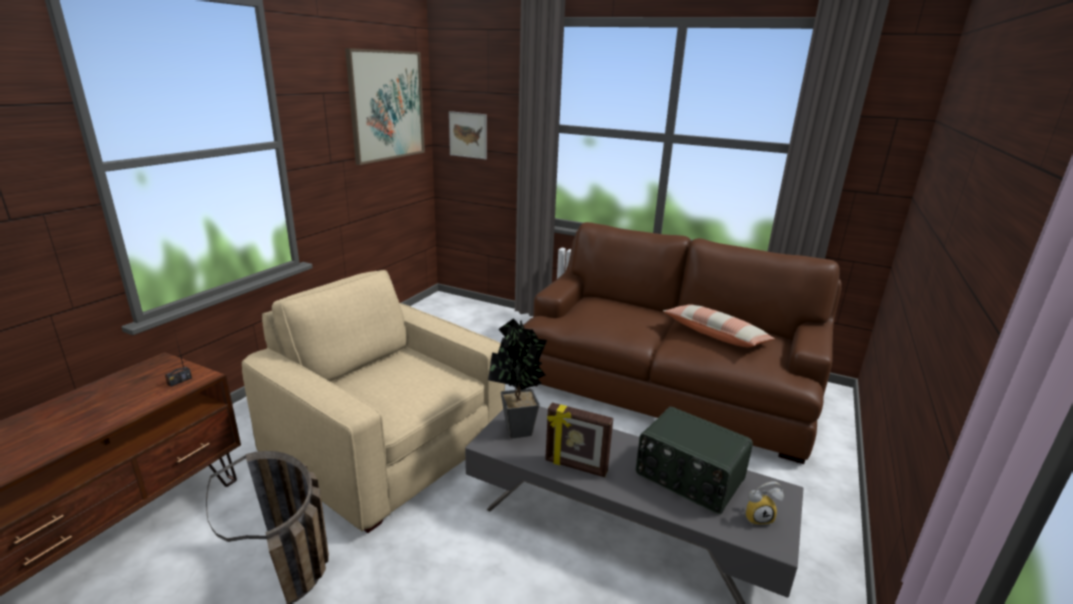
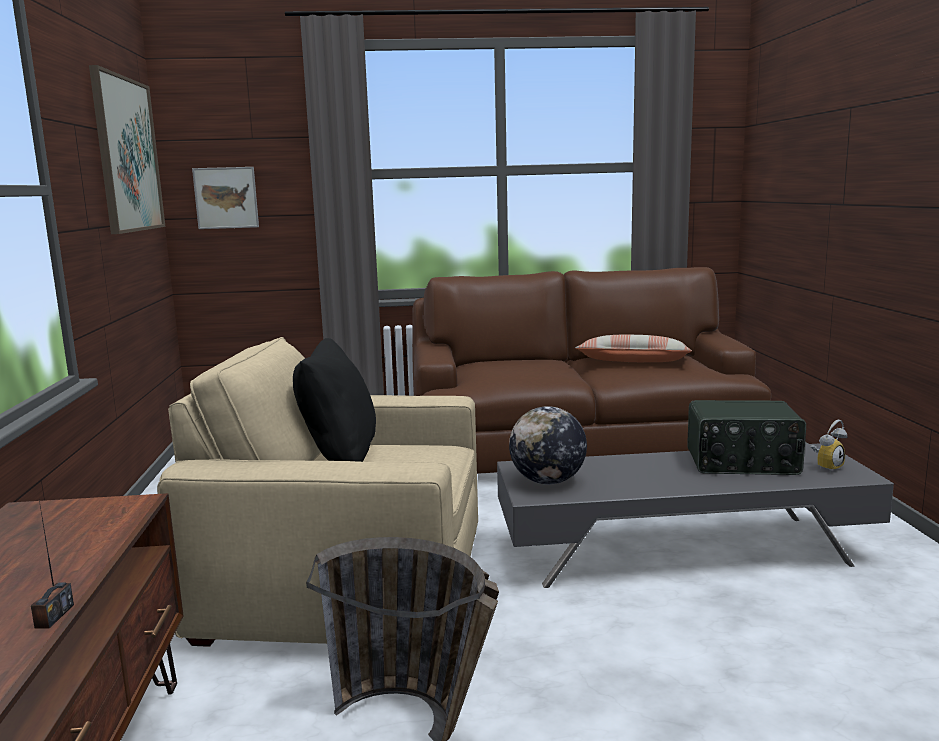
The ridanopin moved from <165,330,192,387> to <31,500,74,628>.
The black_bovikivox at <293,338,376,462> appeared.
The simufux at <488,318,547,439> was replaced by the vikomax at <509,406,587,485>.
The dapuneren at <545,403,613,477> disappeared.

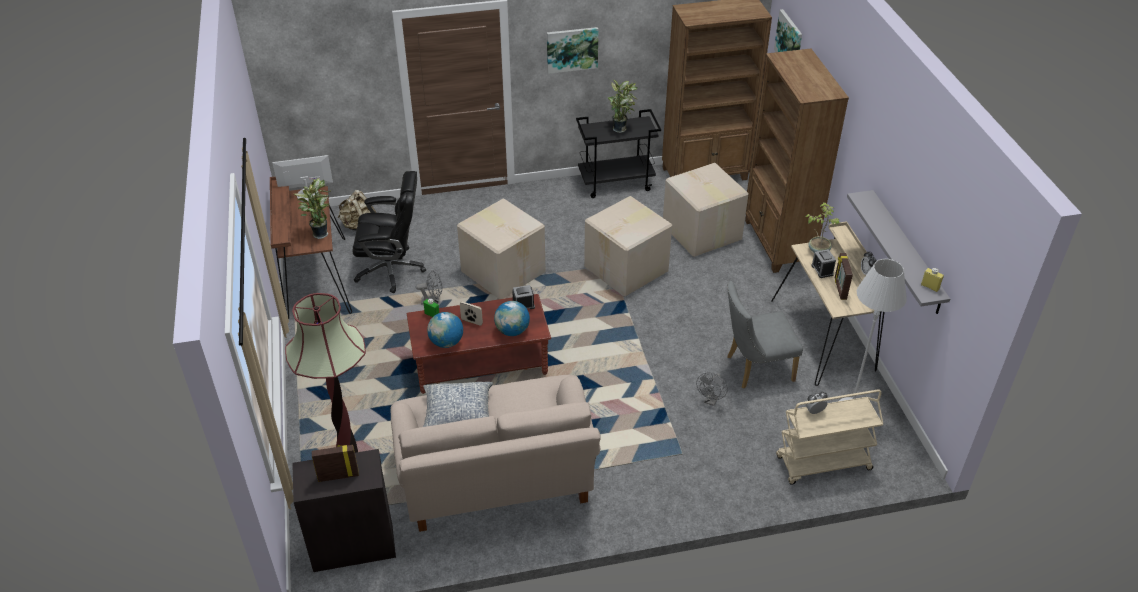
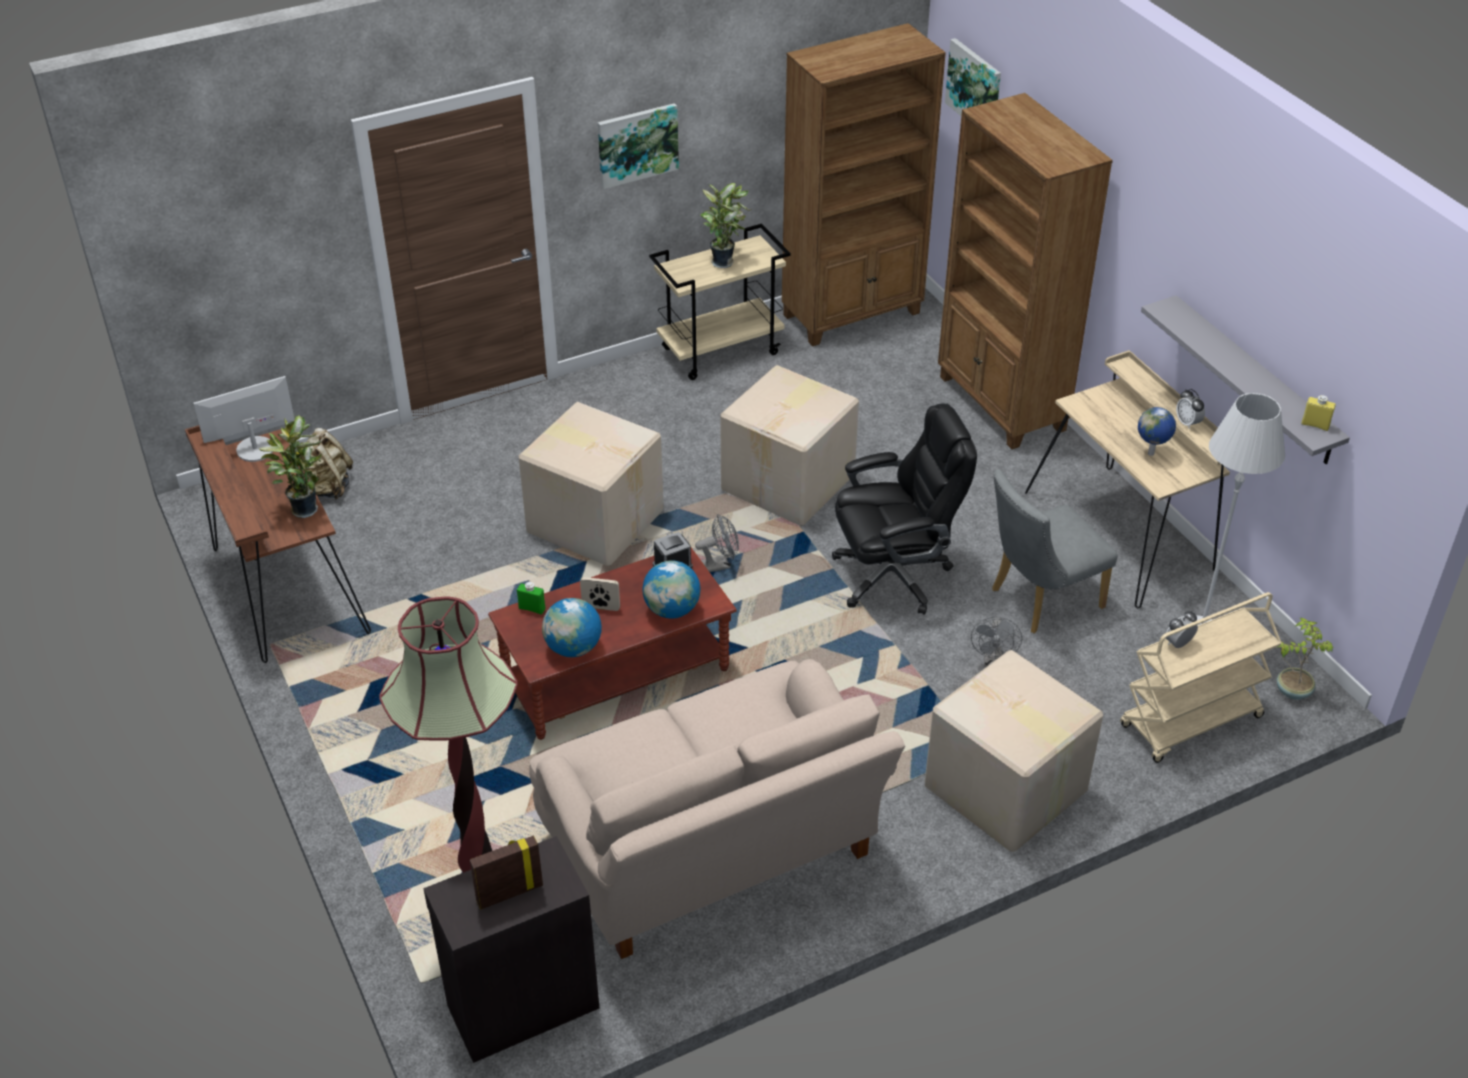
The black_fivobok at <576,109,661,198> became the beige_fivobok at <649,224,791,380>.
The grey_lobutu moved from <416,270,442,305> to <695,514,739,572>.
The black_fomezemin moved from <352,171,426,293> to <832,403,977,615>.
The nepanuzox moved from <663,163,749,257> to <925,650,1103,852>.
The dapuneren at <835,253,853,300> was replaced by the vikomax at <1138,407,1176,456>.
The simufux moved from <806,202,840,253> to <1276,618,1333,700>.
The bovikivox at <423,382,493,427> disappeared.
The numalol at <811,249,836,278> disappeared.

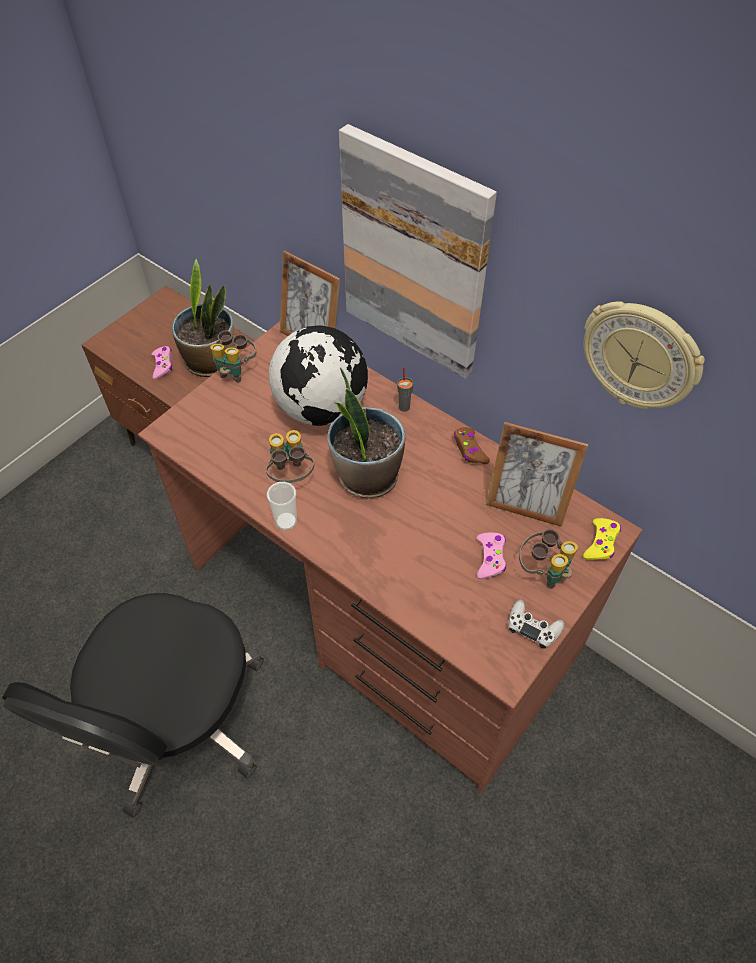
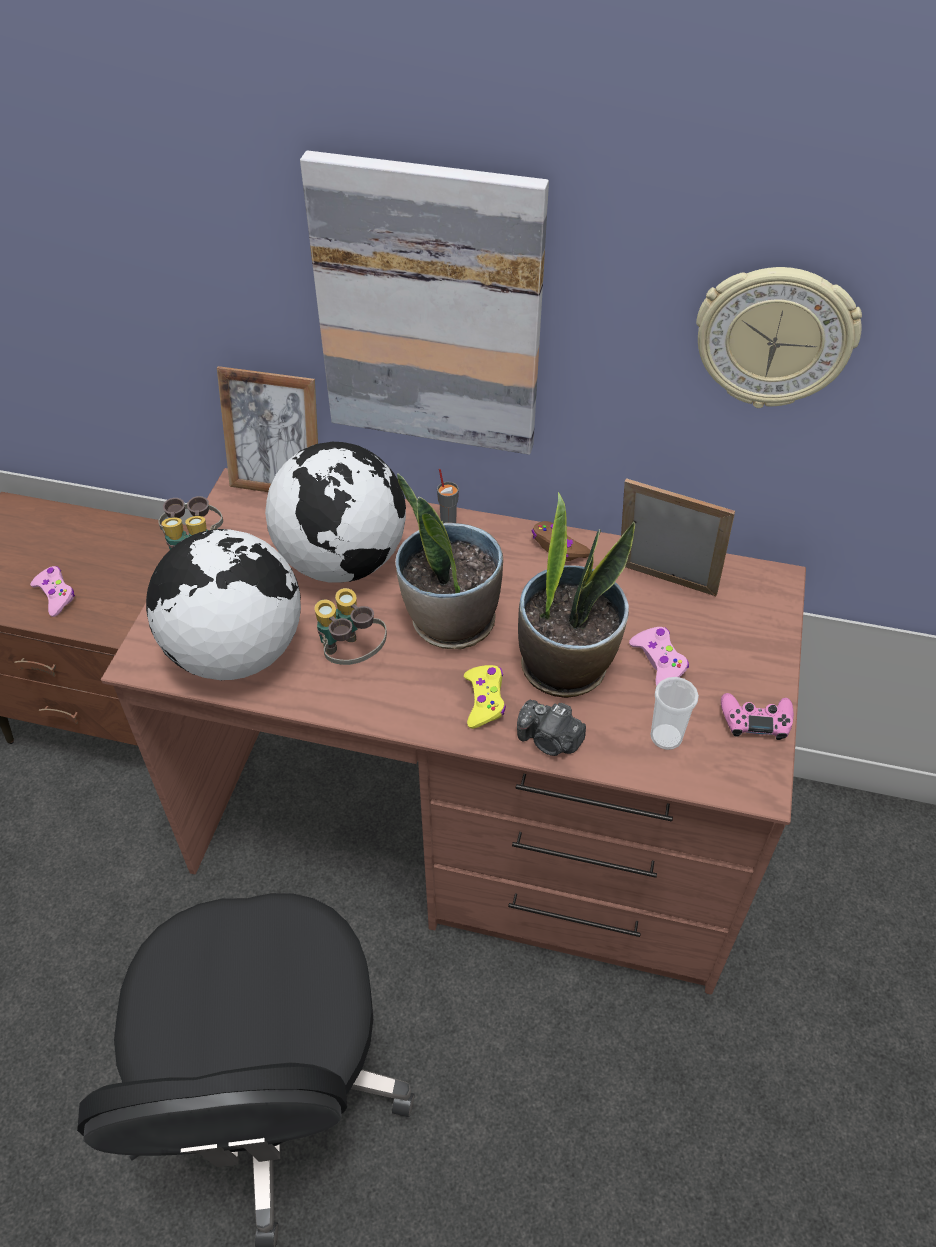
The vikomax at <146,529,301,681> appeared.
The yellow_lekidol moved from <583,518,621,560> to <464,665,506,729>.
The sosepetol at <517,700,586,756> appeared.
The simufux moved from <172,259,234,377> to <518,492,635,698>.
The dapuneren at <486,422,589,527> turned 150 degrees counterclockwise.
The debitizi moved from <267,482,297,530> to <651,677,699,750>.
The white_lekidol at <509,600,565,648> became the pink_lekidol at <721,693,794,740>.
The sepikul at <519,529,578,589> disappeared.

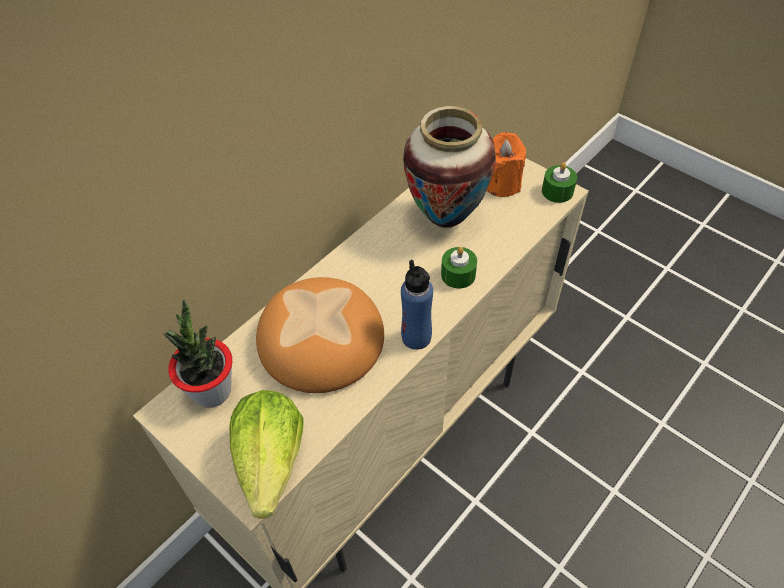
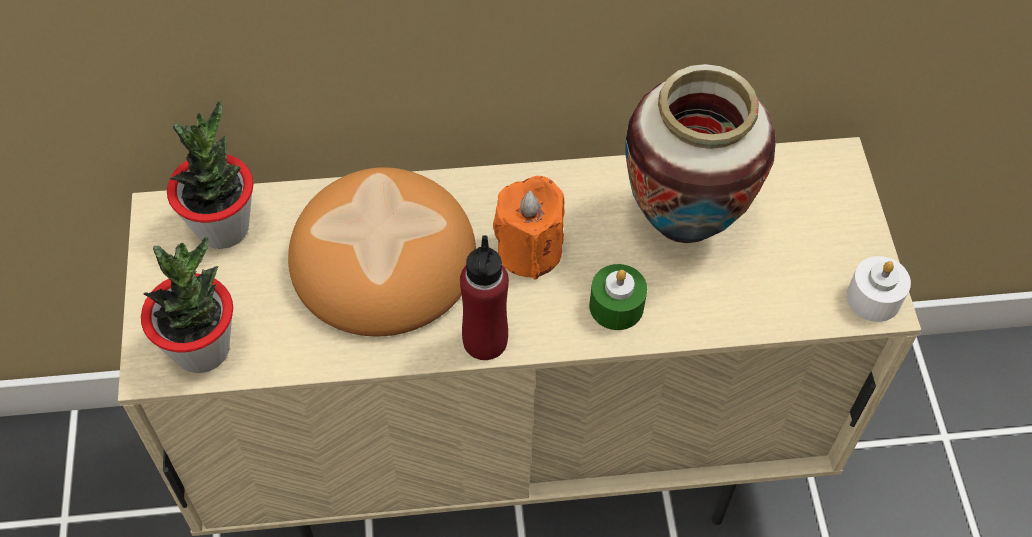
The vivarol at <229,390,304,518> was replaced by the simufux at <141,237,233,373>.
The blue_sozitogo at <401,260,433,350> became the red_sozitogo at <460,235,509,360>.
The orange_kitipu moved from <487,132,526,197> to <493,176,565,279>.
The green_kitipu at <542,162,577,203> became the white_kitipu at <847,256,911,322>.

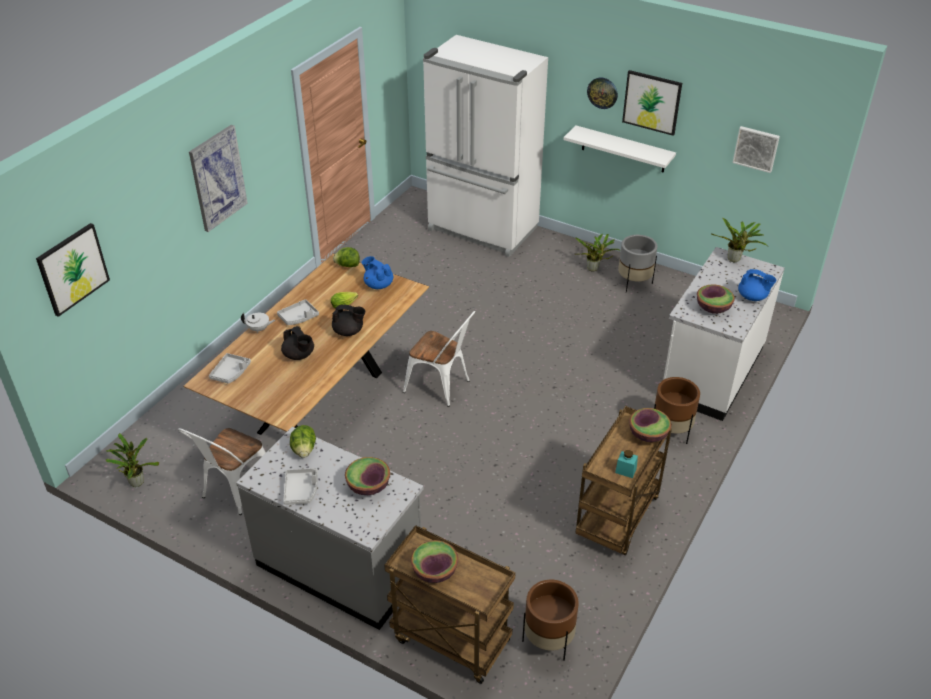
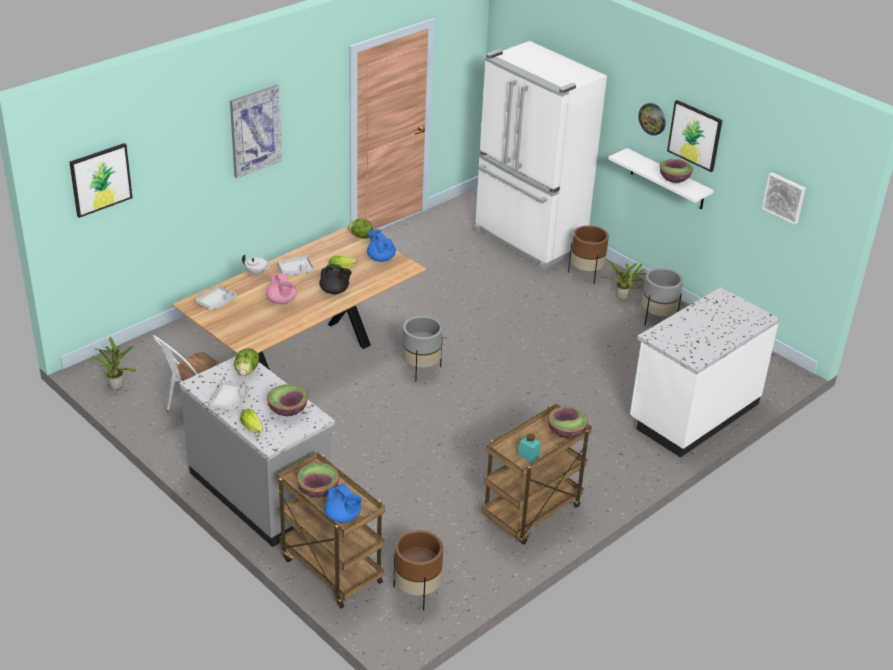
The vivarol at <240,409,263,433> appeared.
The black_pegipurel at <281,326,314,360> became the pink_pegipurel at <266,273,297,304>.
The blue_pegipurel moved from <738,269,776,301> to <324,484,362,523>.
The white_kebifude at <403,311,476,407> was replaced by the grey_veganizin at <402,316,442,382>.
The brown_veganizin moved from <654,377,700,444> to <568,225,609,284>.
The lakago moved from <697,285,735,314> to <660,159,693,183>.
The simufux at <711,218,768,262> disappeared.

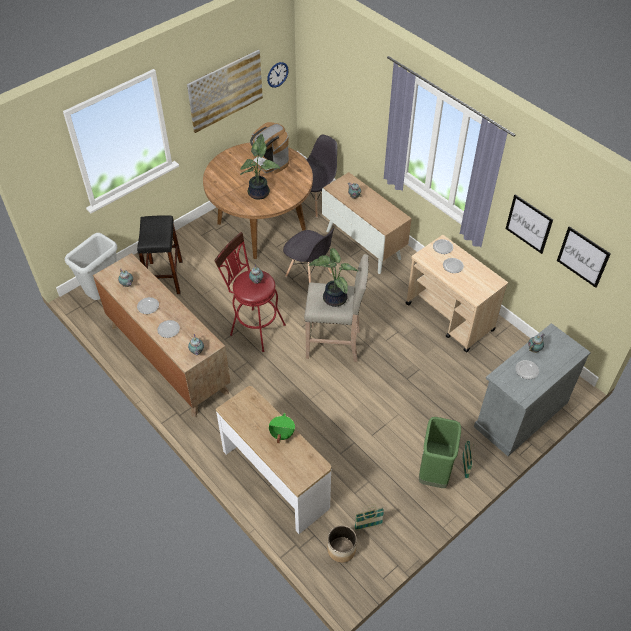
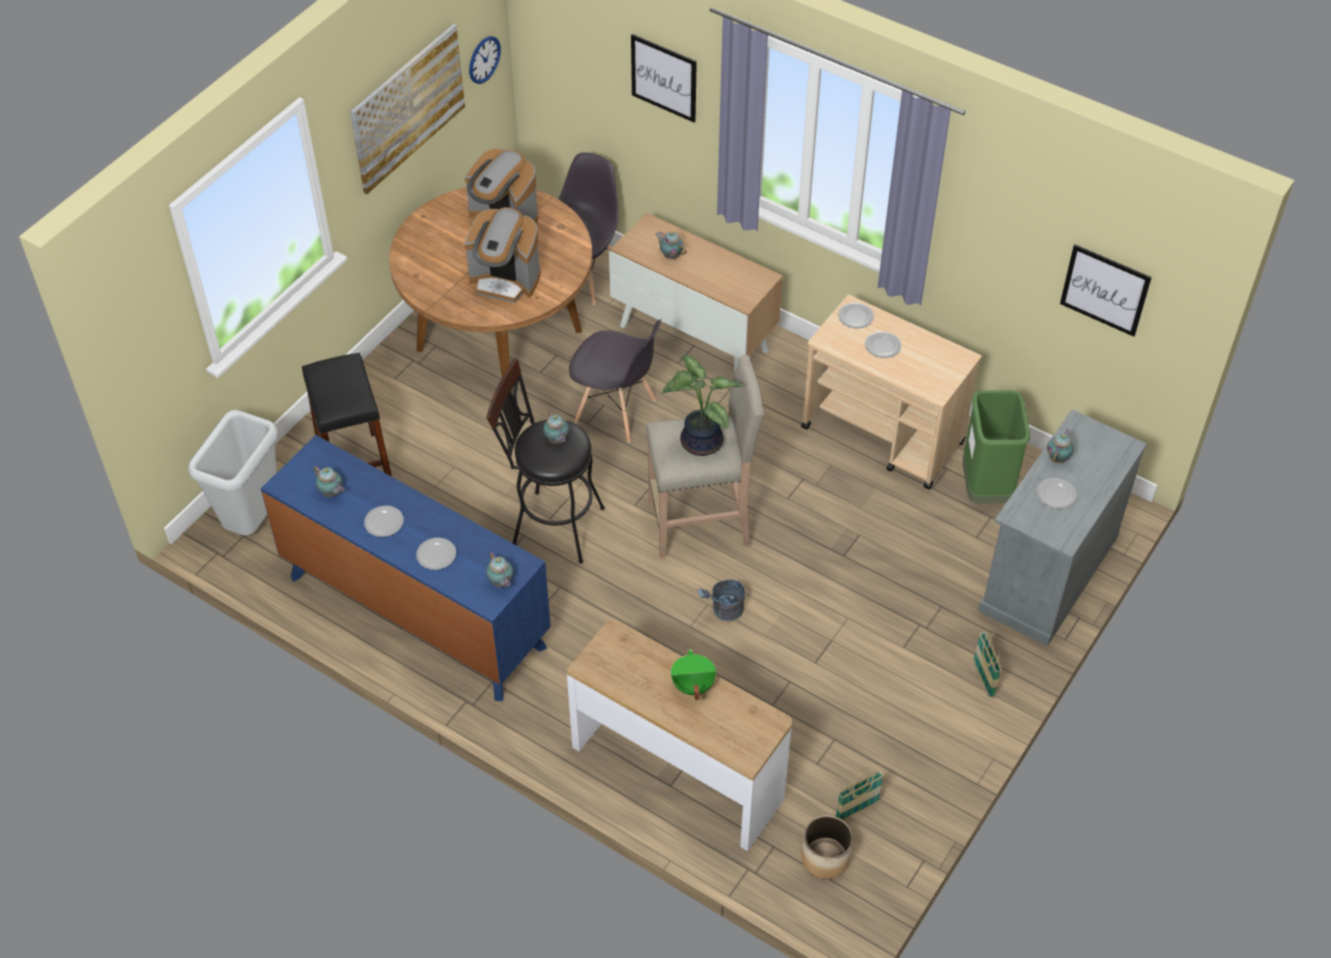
The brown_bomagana at <93,253,230,417> became the blue_bomagana at <261,435,551,701>.
The simufux at <240,134,280,200> was replaced by the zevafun at <465,207,541,303>.
The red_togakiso at <214,232,286,352> became the black_togakiso at <486,358,605,564>.
The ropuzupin moved from <506,194,553,254> to <631,34,697,122>.
The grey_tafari at <697,579,745,621> appeared.
The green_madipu moved from <419,417,461,488> to <963,390,1030,503>.

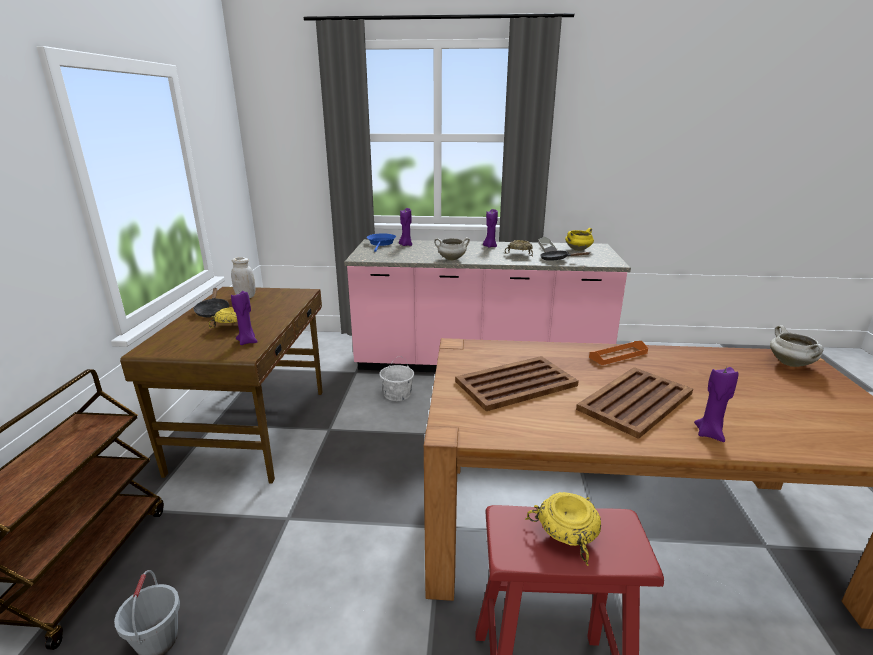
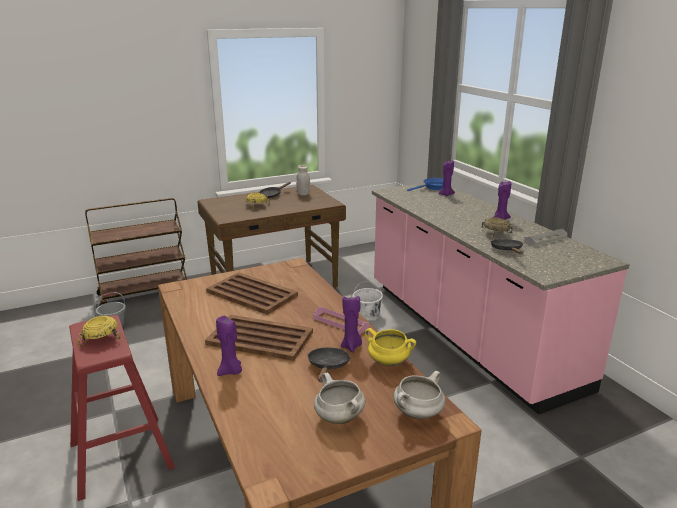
The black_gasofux at <307,347,351,382> appeared.
The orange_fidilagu at <589,341,648,365> became the pink_fidilagu at <313,307,369,335>.
The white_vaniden moved from <434,237,470,260> to <314,372,365,424>.
The purple_kitipu moved from <231,291,258,345> to <341,294,362,352>.
The yellow_vaniden moved from <565,228,594,251> to <365,328,416,366>.

